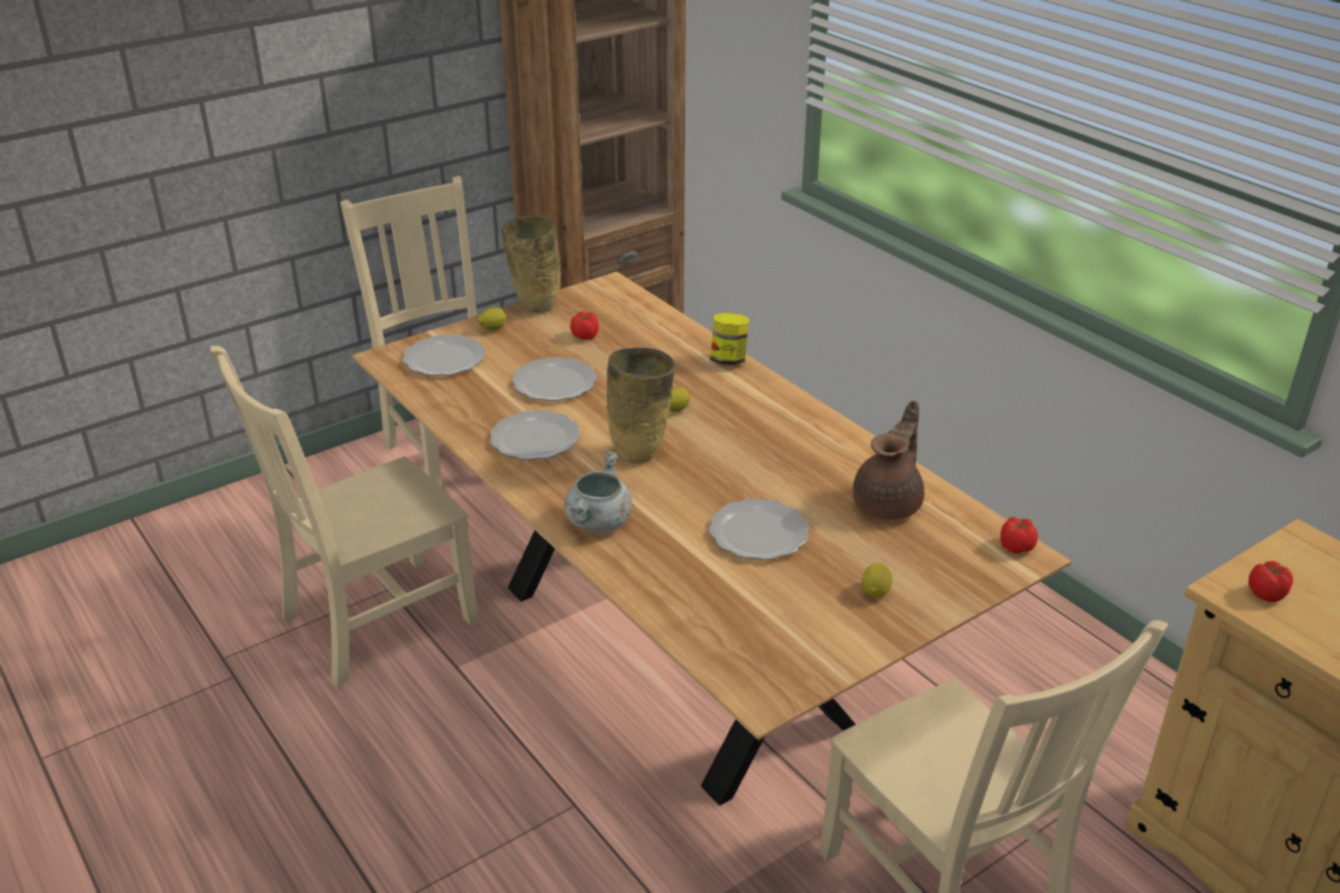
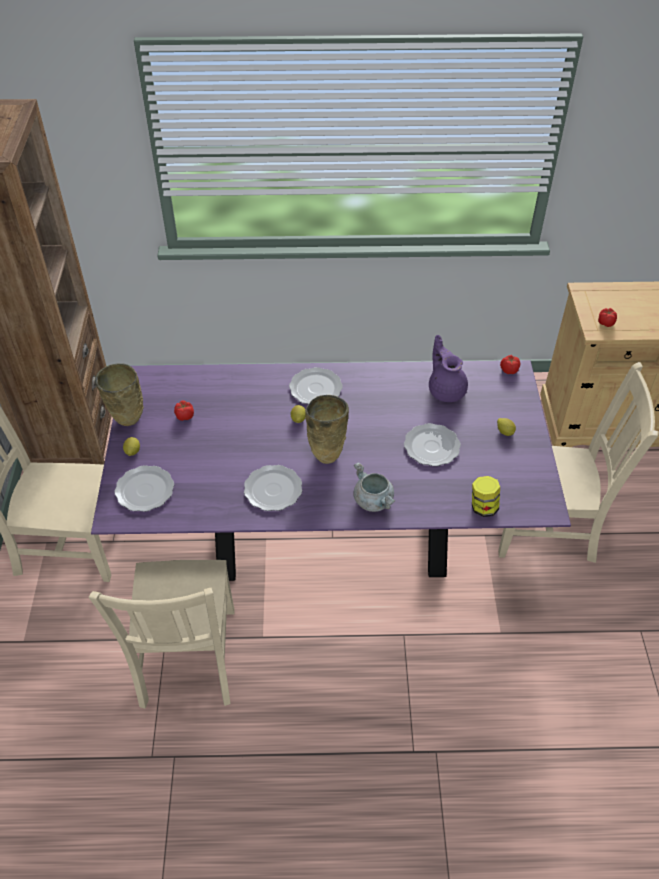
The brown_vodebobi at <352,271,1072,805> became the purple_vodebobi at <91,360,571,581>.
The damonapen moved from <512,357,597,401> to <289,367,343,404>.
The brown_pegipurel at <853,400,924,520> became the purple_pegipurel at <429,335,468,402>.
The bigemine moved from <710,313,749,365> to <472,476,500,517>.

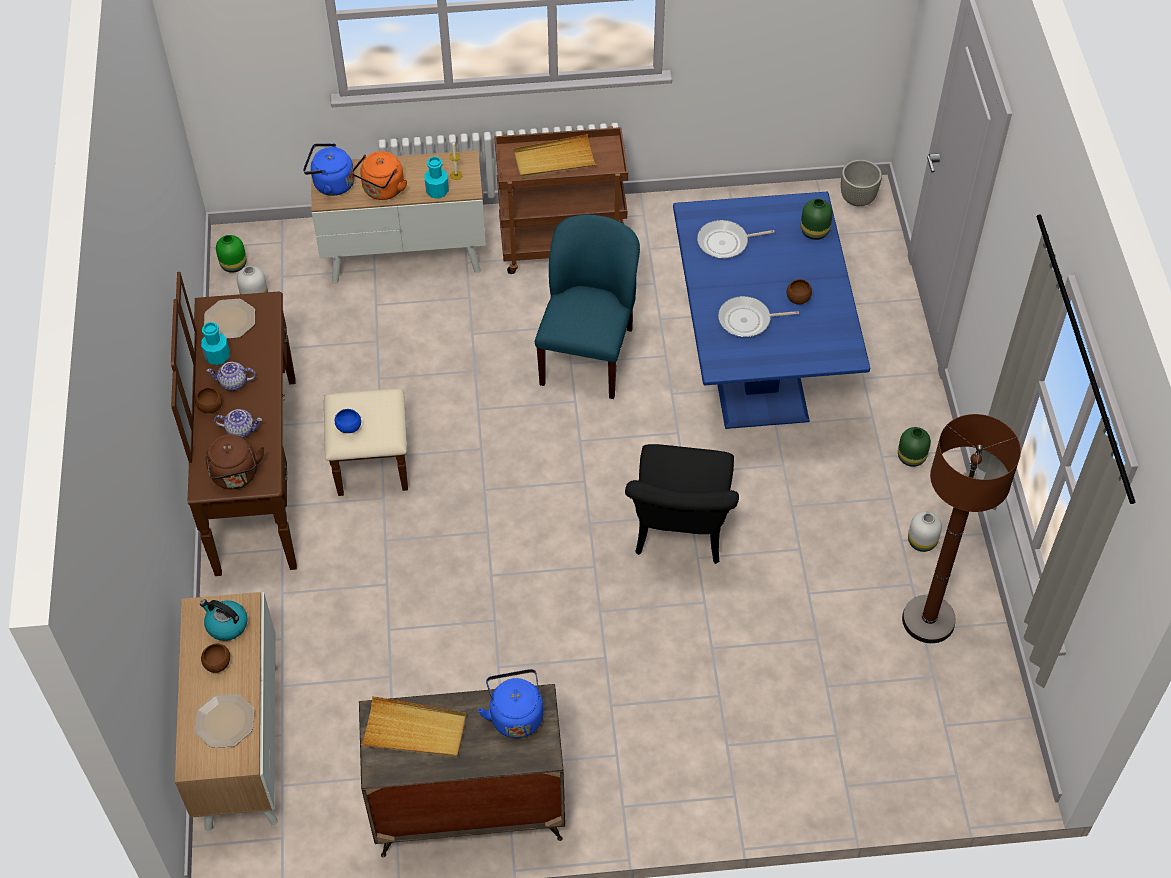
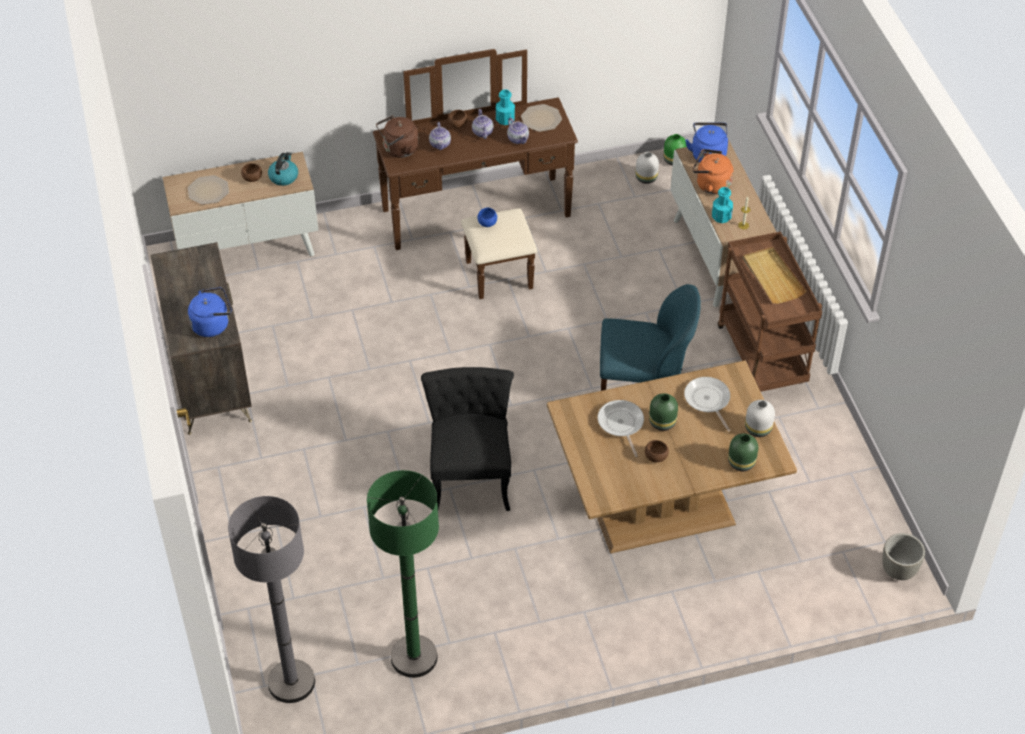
The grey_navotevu at <228,496,315,703> appeared.
The brown_navotevu at <902,414,1021,643> became the green_navotevu at <367,470,439,678>.
The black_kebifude at <625,444,739,564> turned 90 degrees clockwise.
The pegipurel at <507,118,529,144> appeared.
The blue_vodebobi at <673,192,870,429> became the brown_vodebobi at <547,361,797,554>.
The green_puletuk moved from <898,427,931,467> to <649,393,678,431>.
The white_puletuk moved from <908,511,942,552> to <745,400,775,437>.
The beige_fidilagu at <361,696,467,758> disappeared.

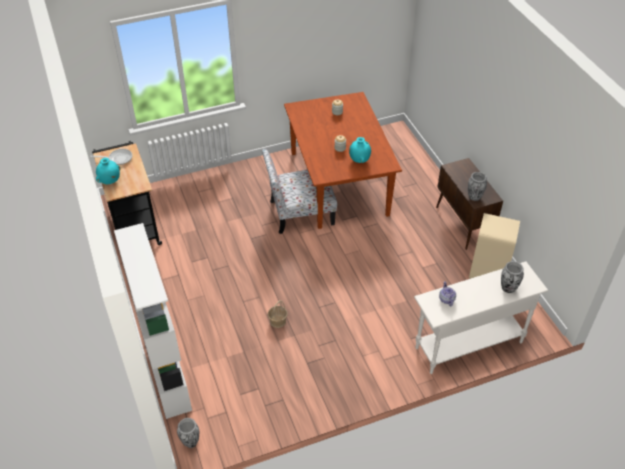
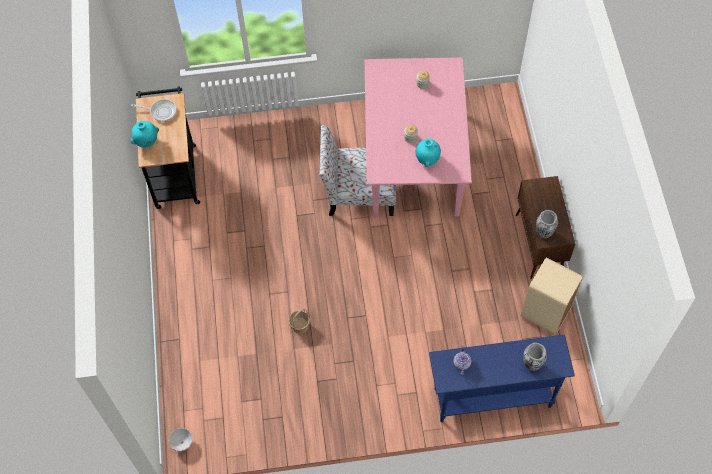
The puletuk at <177,418,199,448> was replaced by the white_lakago at <169,428,192,451>.
The brown_vodebobi at <284,92,402,229> became the pink_vodebobi at <365,58,472,218>.
The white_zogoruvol at <414,261,548,374> became the blue_zogoruvol at <429,335,575,422>.
The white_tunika at <114,223,192,419> disappeared.

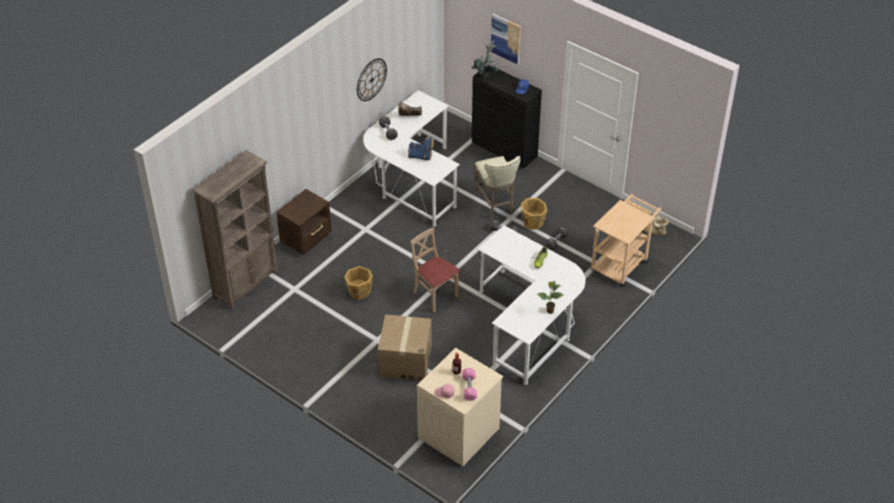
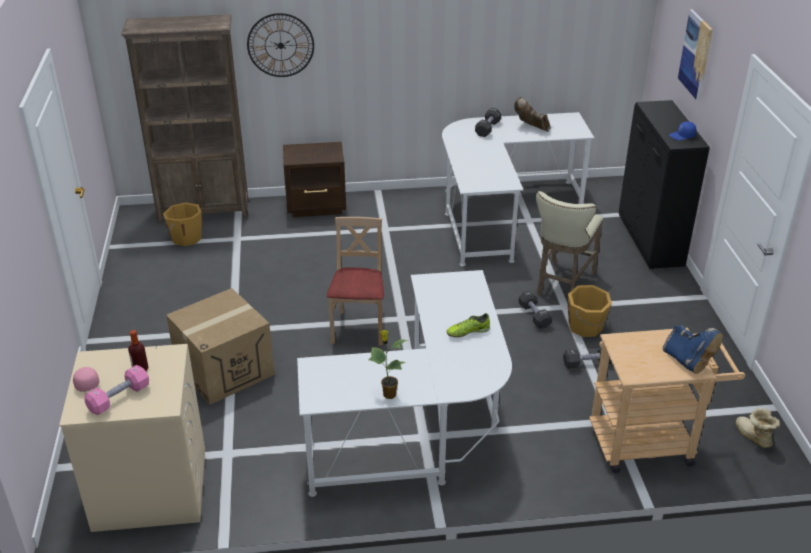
The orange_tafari moved from <344,266,373,300> to <163,202,202,246>.
The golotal moved from <357,58,387,101> to <247,13,314,77>.
The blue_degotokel moved from <408,136,434,160> to <663,324,723,374>.
The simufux at <472,40,499,77> disappeared.

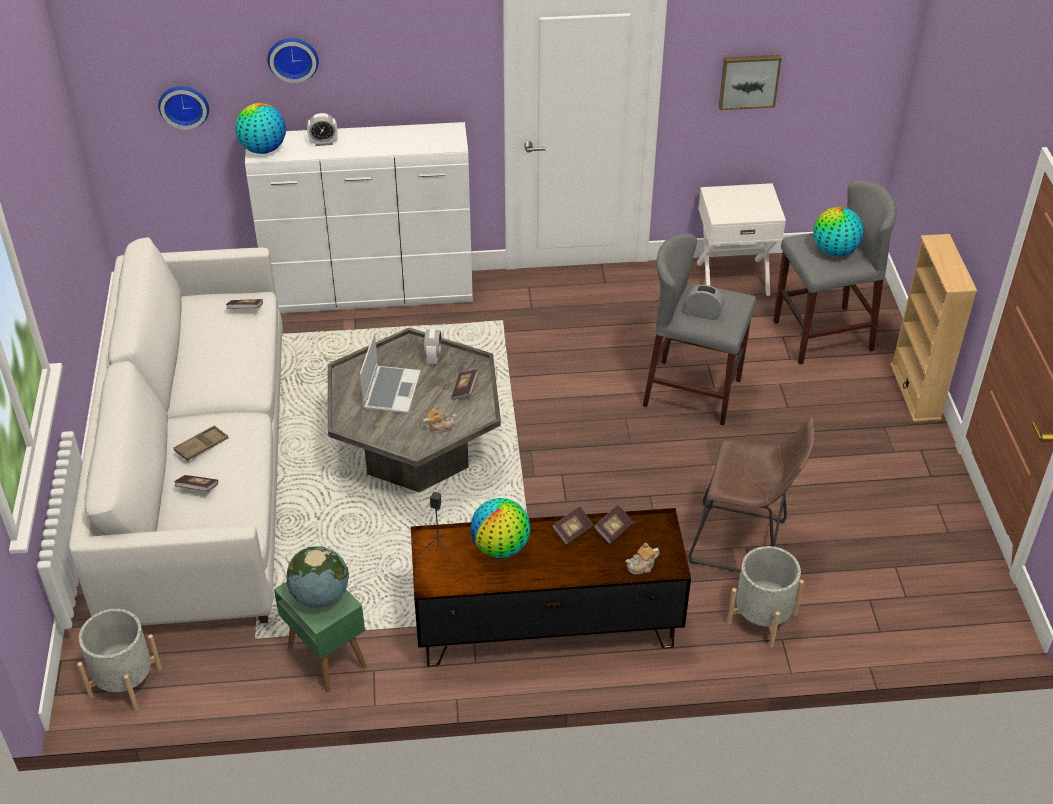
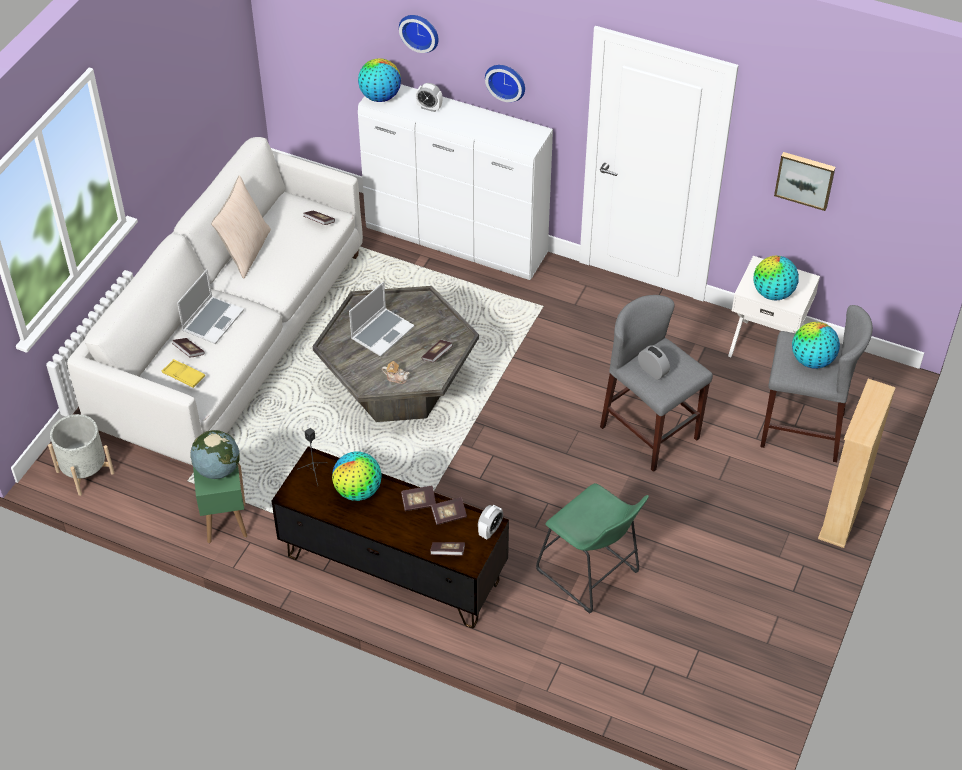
The yellow_fidilagu at <162,359,205,388> appeared.
The brown_fidilagu at <174,425,228,461> was replaced by the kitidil at <177,269,244,344>.
The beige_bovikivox at <211,175,271,279> appeared.
The pegipurel at <626,543,660,574> was replaced by the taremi at <430,542,465,555>.
The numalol moved from <424,328,441,364> to <478,505,503,539>.
The golotal moved from <158,86,209,130> to <485,65,525,102>.
The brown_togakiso at <689,418,814,572> became the green_togakiso at <536,483,649,614>.
The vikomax at <754,256,799,301> appeared.
The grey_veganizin at <727,546,804,648> disappeared.

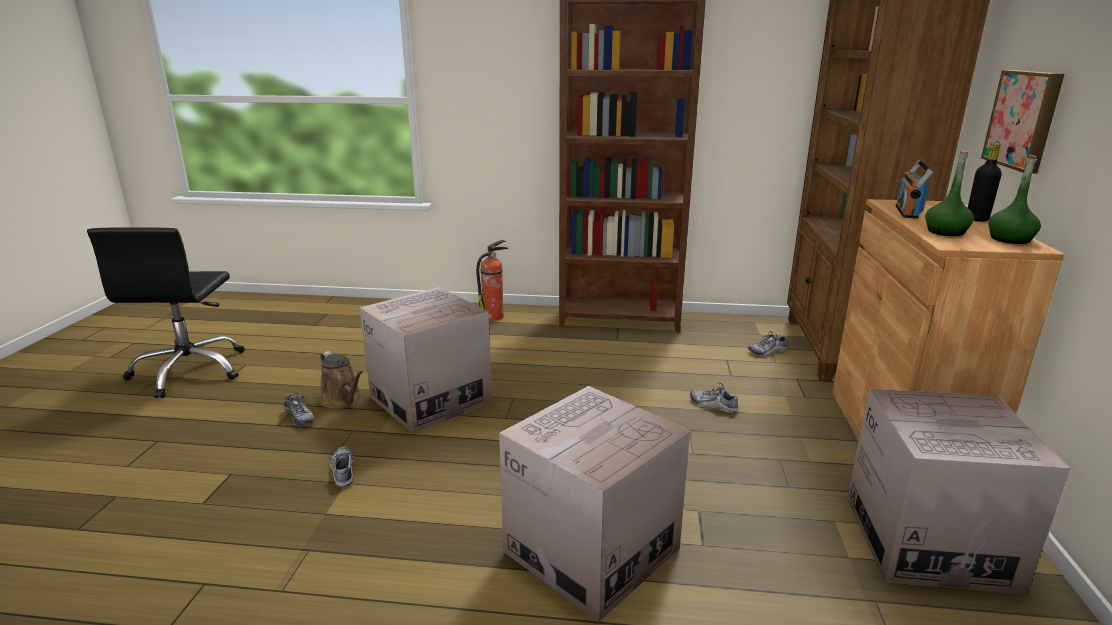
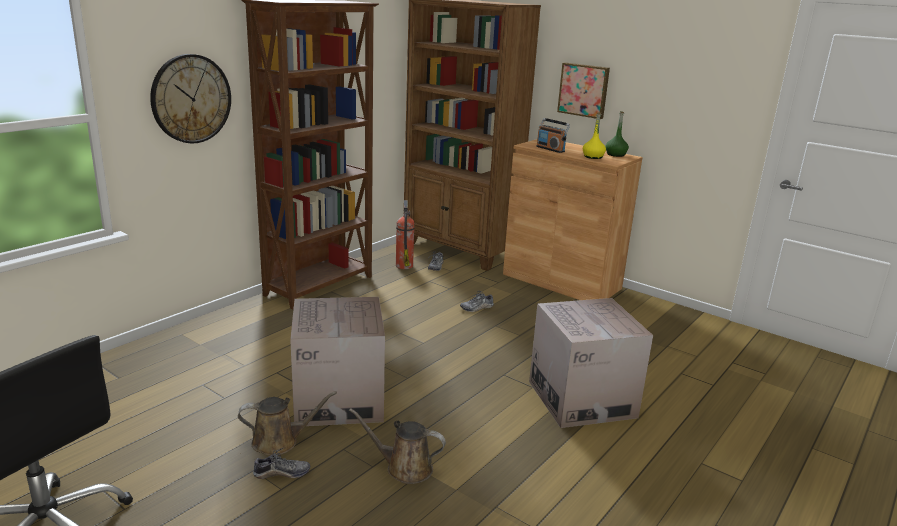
The golotal at <150,54,231,143> appeared.
The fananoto at <324,446,358,487> was replaced by the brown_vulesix at <349,408,446,484>.
The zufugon moved from <476,240,508,321> to <396,200,415,269>.
The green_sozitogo at <925,150,974,236> became the yellow_sozitogo at <583,112,606,159>.
The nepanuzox at <847,389,1071,594> disappeared.
The black_sozitogo at <968,143,1002,222> disappeared.

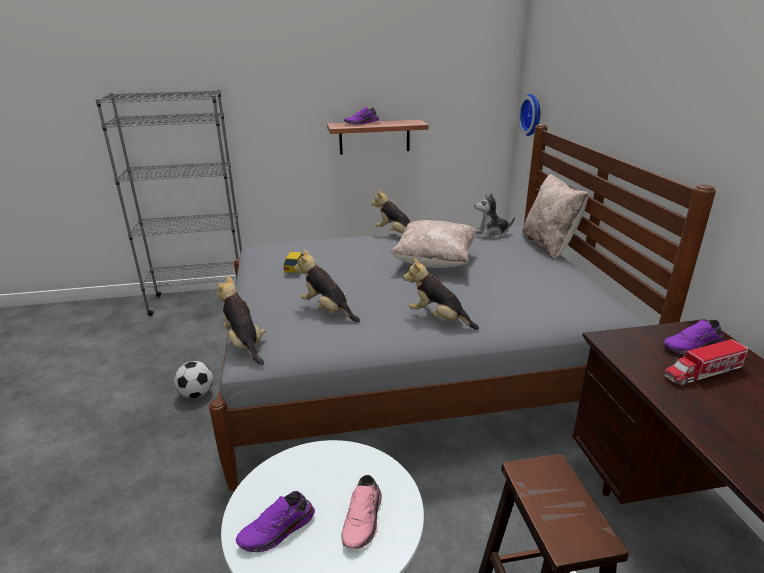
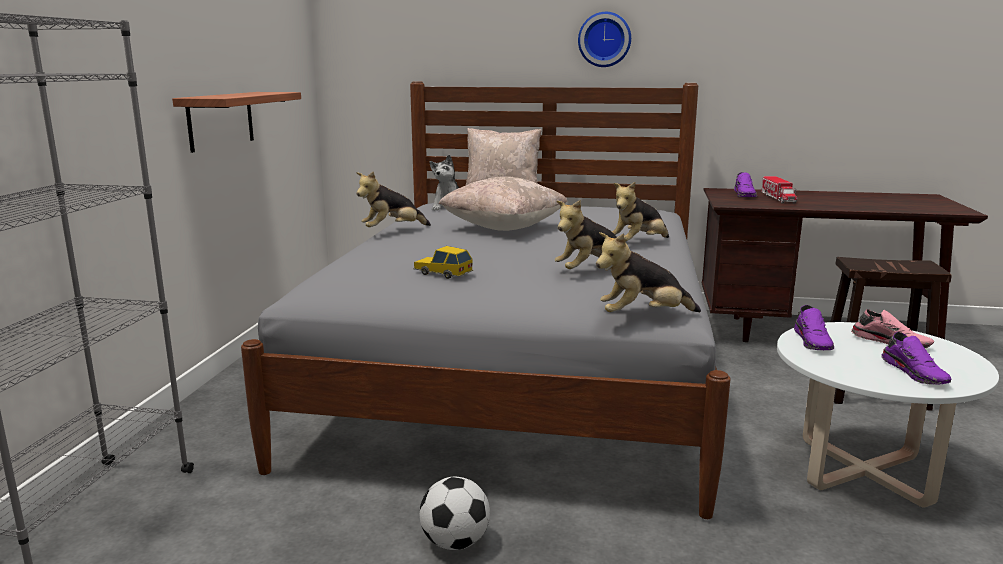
The golotal moved from <518,94,540,136> to <578,12,631,67>.
The purple_fananoto moved from <344,107,379,125> to <794,305,834,350>.

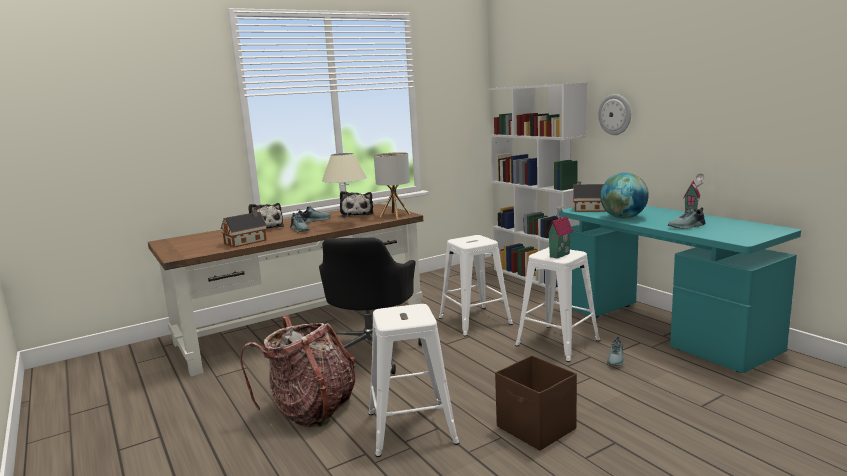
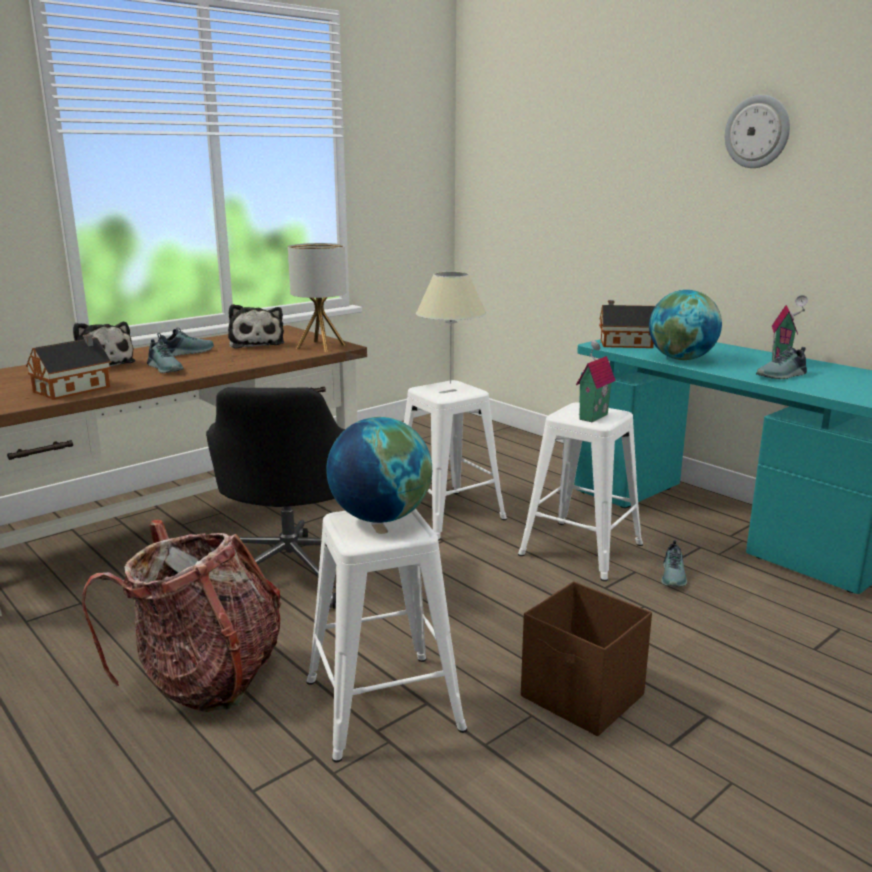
The vikomax at <326,417,432,523> appeared.
The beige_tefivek moved from <322,153,367,224> to <416,272,486,383>.
The golotal moved from <598,94,631,135> to <725,95,790,168>.
The white_tunika at <489,82,587,292> disappeared.

